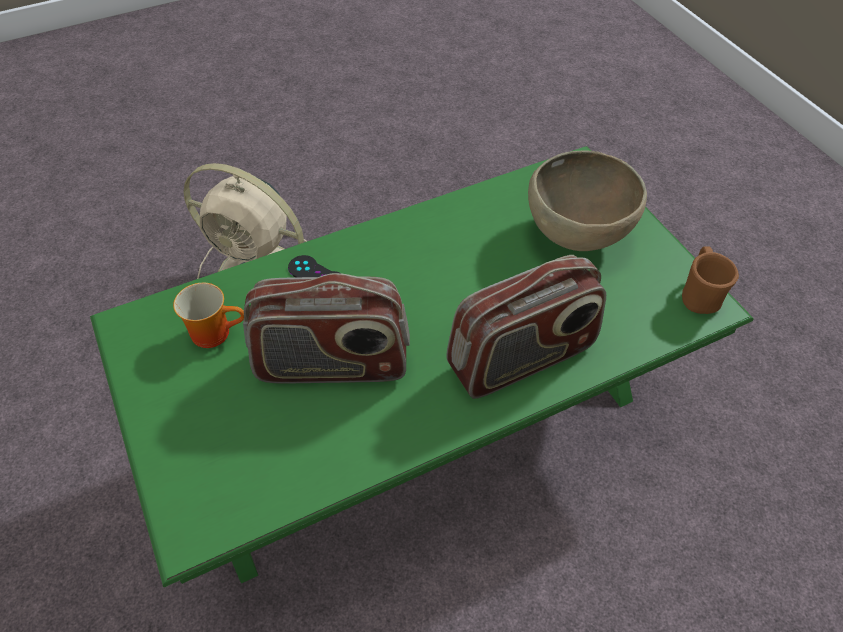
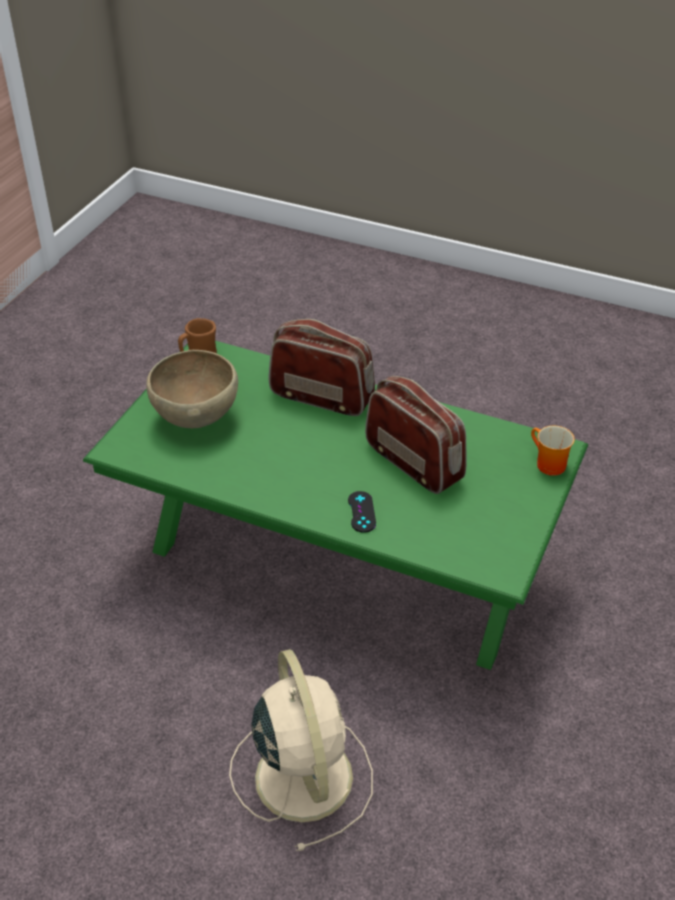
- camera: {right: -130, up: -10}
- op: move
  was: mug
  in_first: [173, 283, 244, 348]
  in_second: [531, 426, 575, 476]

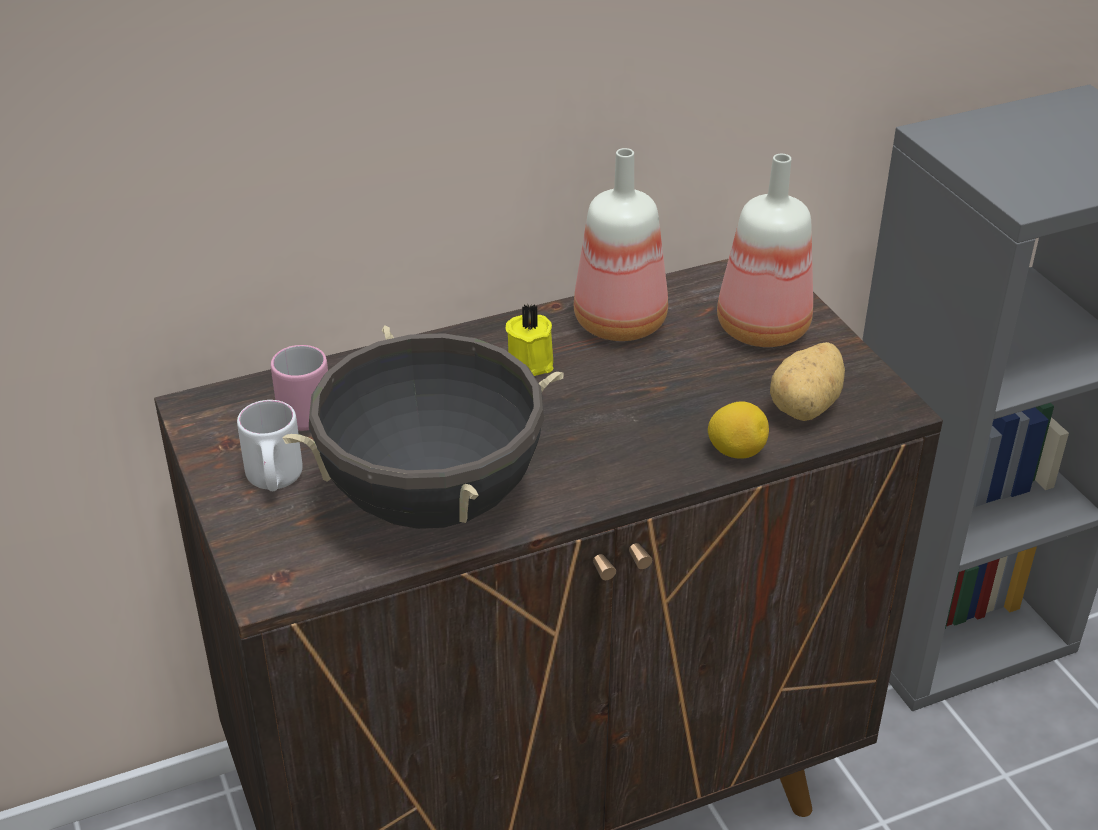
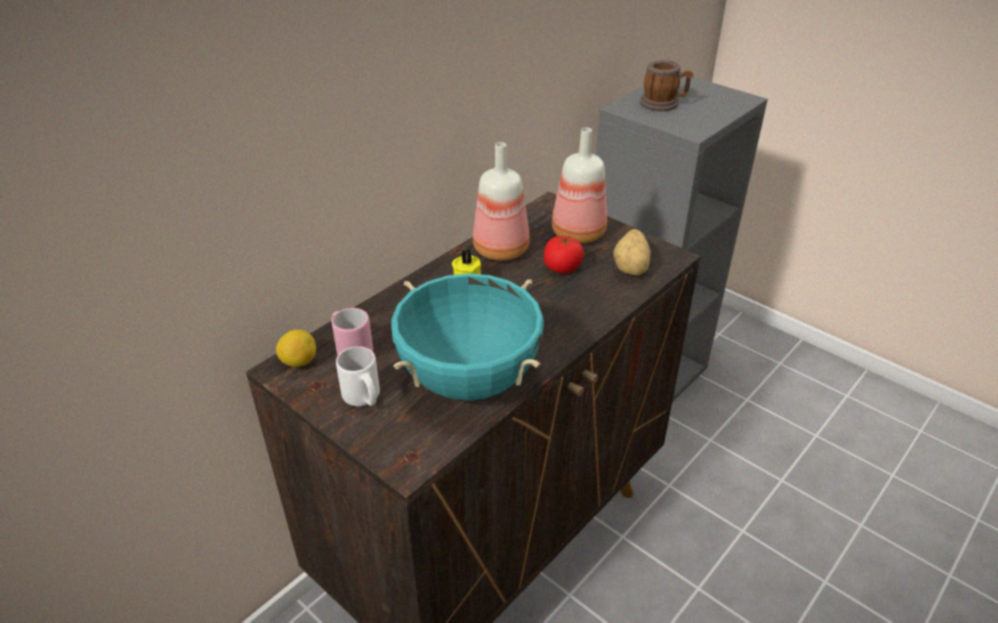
- camera: {right: -25, up: 0}
- op: recolor
  was: marmite [noir]
  now: marmite [turquoise]
  in_first: [283, 325, 563, 529]
  in_second: [391, 273, 544, 401]
- op: move
  was: citron
  in_first: [708, 402, 769, 458]
  in_second: [276, 329, 316, 367]
- op: insert
  now: tomate
  in_second: [544, 235, 584, 274]
- op: insert
  now: mug
  in_second: [640, 60, 693, 111]

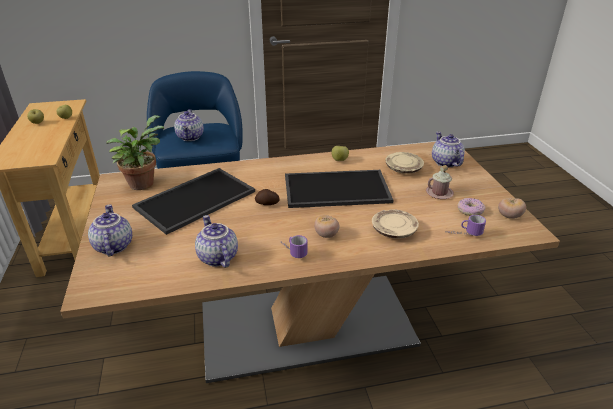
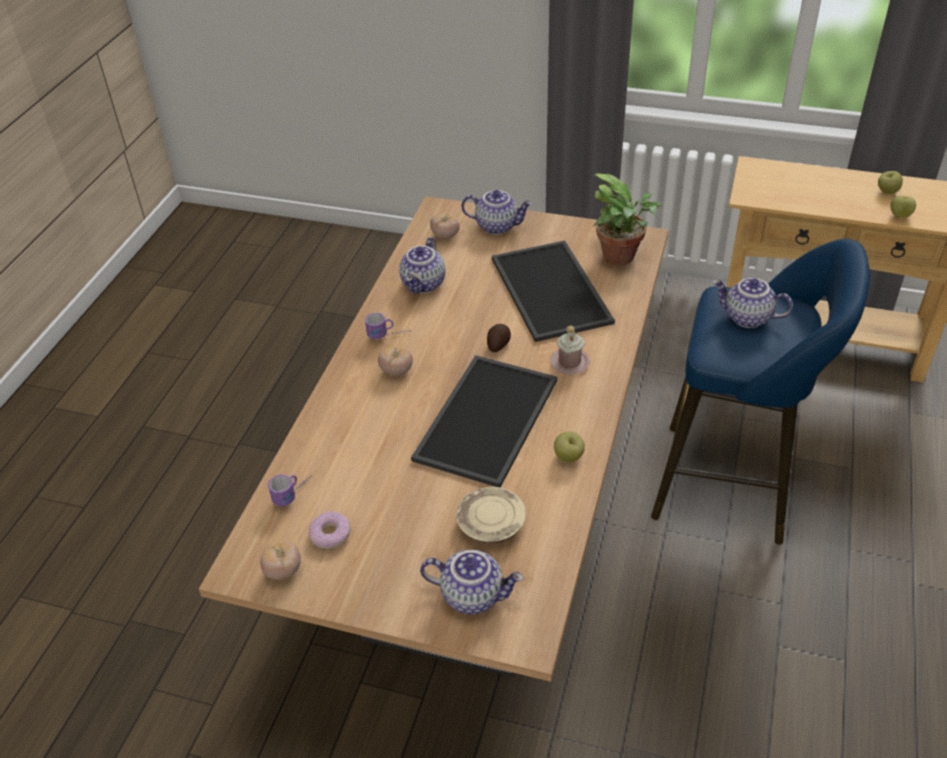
- camera: {right: 120, up: 10}
- op: rotate
  was: théière
  in_first: [195, 215, 238, 268]
  in_second: [399, 237, 445, 294]
  clockwise: 105
- op: delete
  was: assiette [beige]
  in_first: [372, 209, 419, 239]
- op: move
  was: mug [rose]
  in_first: [426, 165, 454, 199]
  in_second: [550, 326, 590, 374]
- op: insert
  now: tomate
  in_second: [430, 213, 460, 239]

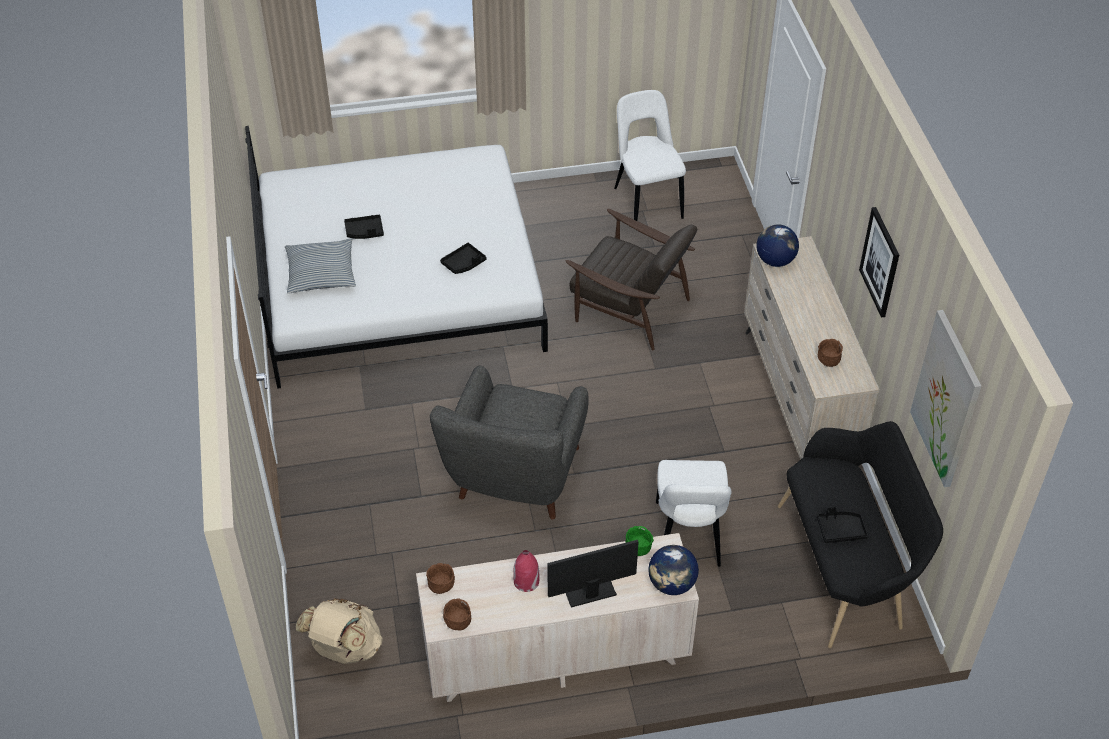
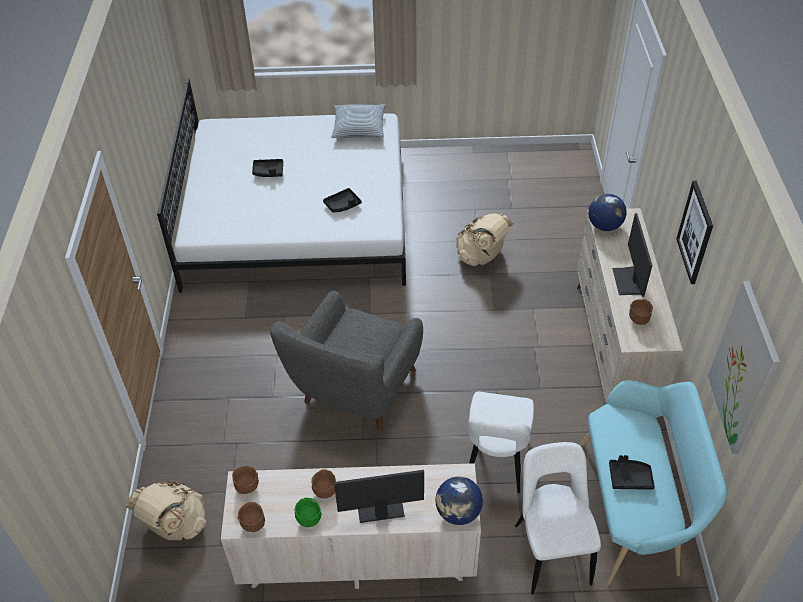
- camera: {right: 10, up: 0}
- op: move
  was: coussin
  in_first: [285, 238, 356, 294]
  in_second: [331, 104, 385, 138]
- op: replace
  was: vase [rouge]
  now: bol [marron]
  in_first: [513, 550, 539, 592]
  in_second: [311, 469, 336, 499]
- op: replace
  was: fauteuil [marron]
  now: sac à dos [beige]
  in_first: [566, 209, 697, 350]
  in_second: [456, 213, 514, 266]
- op: move
  was: chaise [blanc]
  in_first: [614, 90, 686, 221]
  in_second: [515, 442, 601, 595]
- op: move
  was: bol [vert]
  in_first: [625, 526, 654, 556]
  in_second: [295, 497, 322, 527]
- op: recolor
  was: banc [noir]
  now: banc [turquoise]
  in_first: [778, 421, 943, 649]
  in_second: [581, 380, 727, 586]
- op: insert
  now: écran d'ordinateur
  in_second: [612, 213, 652, 297]

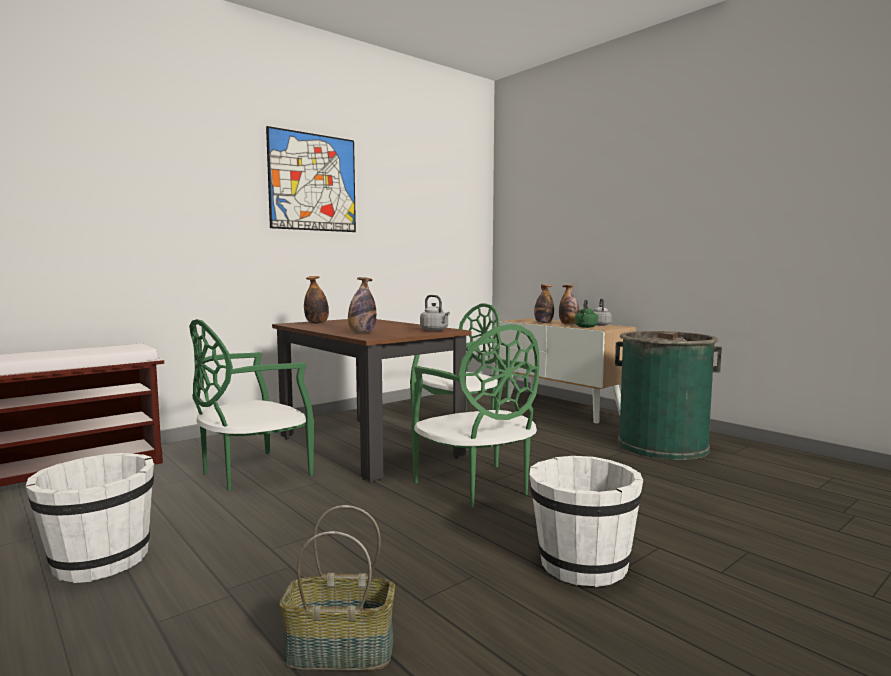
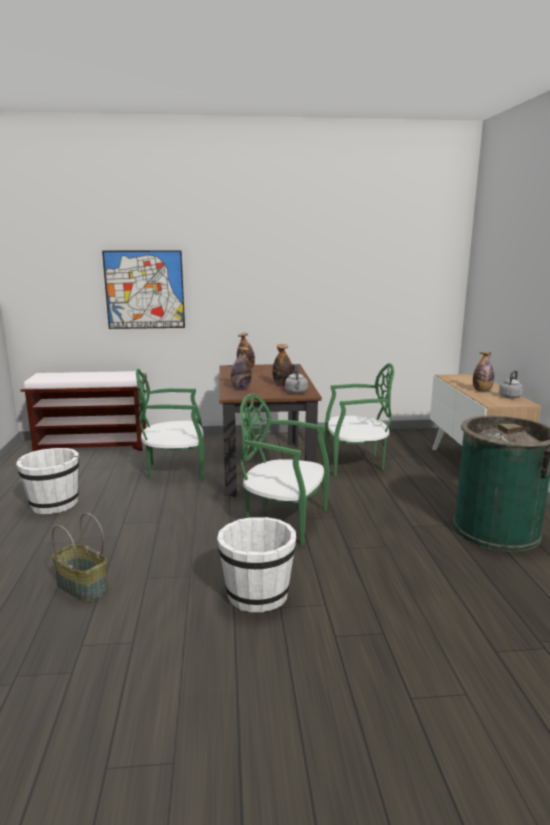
- camera: {right: 35, up: 10}
- op: move
  was: tableau
  in_first: [266, 126, 356, 232]
  in_second: [102, 250, 185, 329]
- op: rotate
  was: chaise [vert]
  in_first: [411, 324, 539, 508]
  in_second: [240, 393, 330, 546]
  clockwise: 105
- op: move
  was: bouteille
  in_first: [534, 284, 554, 323]
  in_second: [272, 344, 293, 385]
- op: delete
  was: bouilloire [vert]
  in_first: [575, 299, 598, 328]

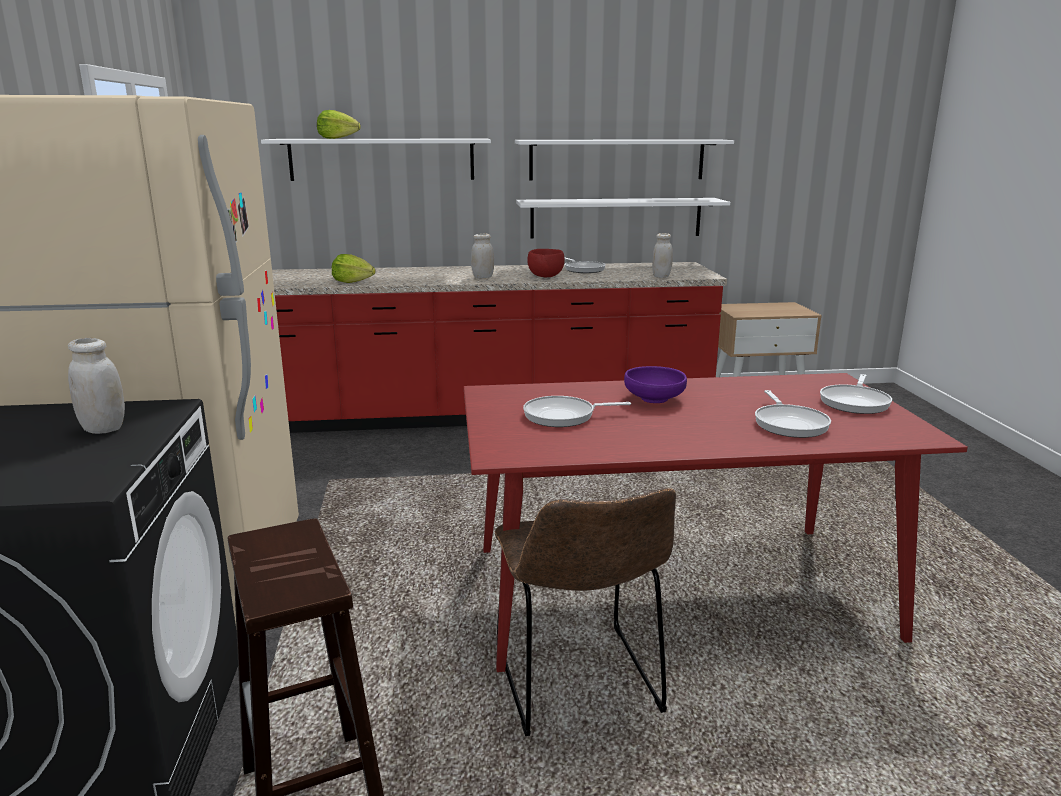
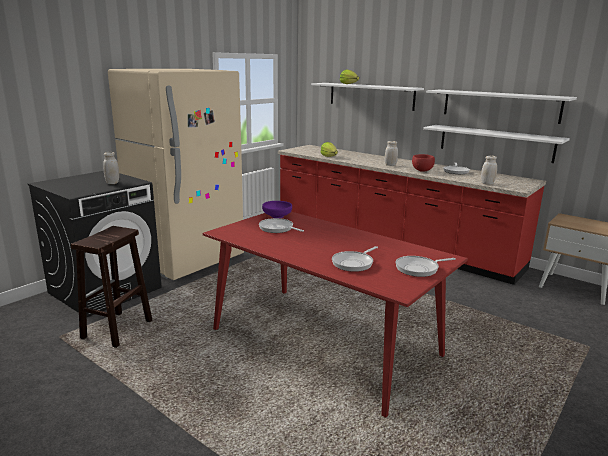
- camera: {right: 45, up: 0}
- op: delete
  was: chaise [marron]
  in_first: [495, 488, 676, 736]
- op: move
  was: bol [violet]
  in_first: [624, 366, 687, 403]
  in_second: [262, 201, 292, 218]

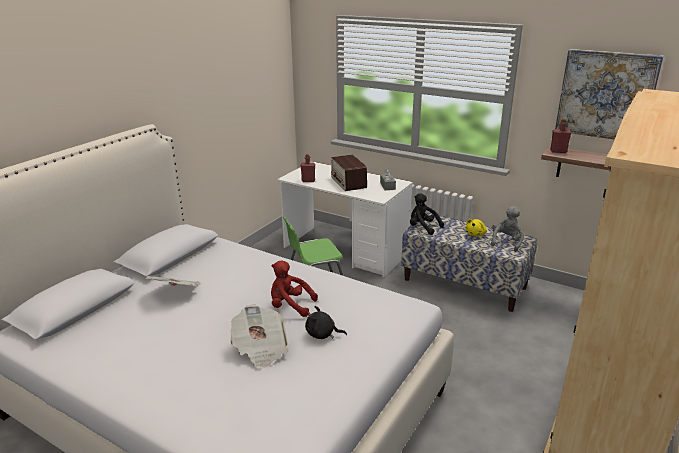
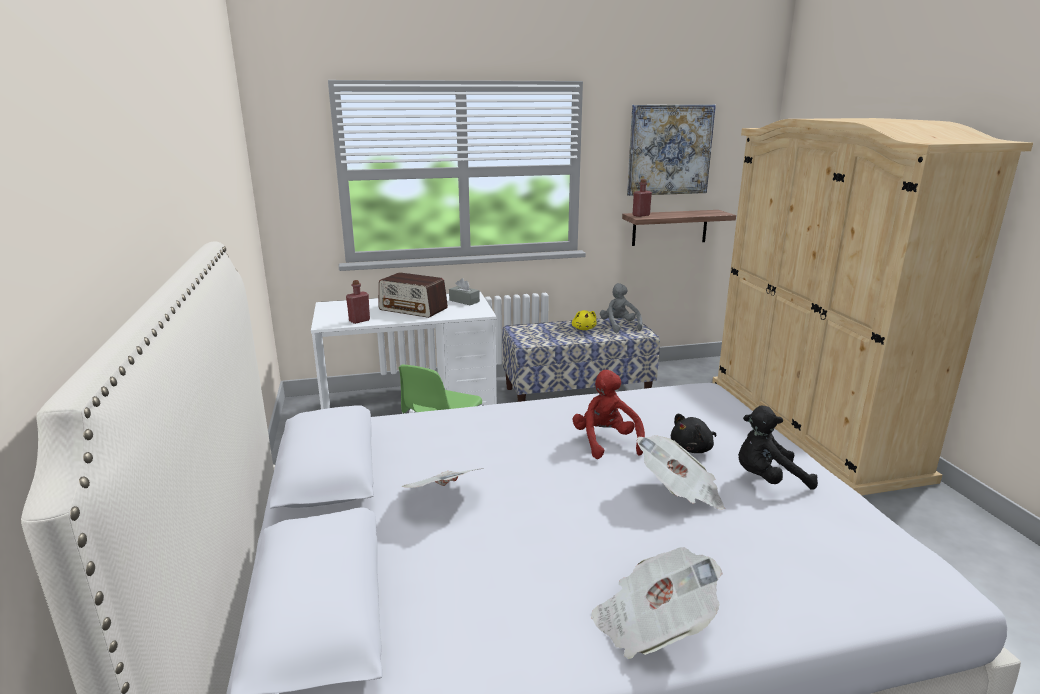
- camera: {right: -45, up: -5}
- op: rotate
  was: peluche [rouge]
  in_first: [271, 260, 318, 317]
  in_second: [572, 370, 645, 459]
  clockwise: 105
- op: move
  was: peluche [noir]
  in_first: [410, 193, 444, 235]
  in_second: [738, 406, 818, 490]
- op: insert
  now: journal
  in_second: [591, 547, 723, 659]

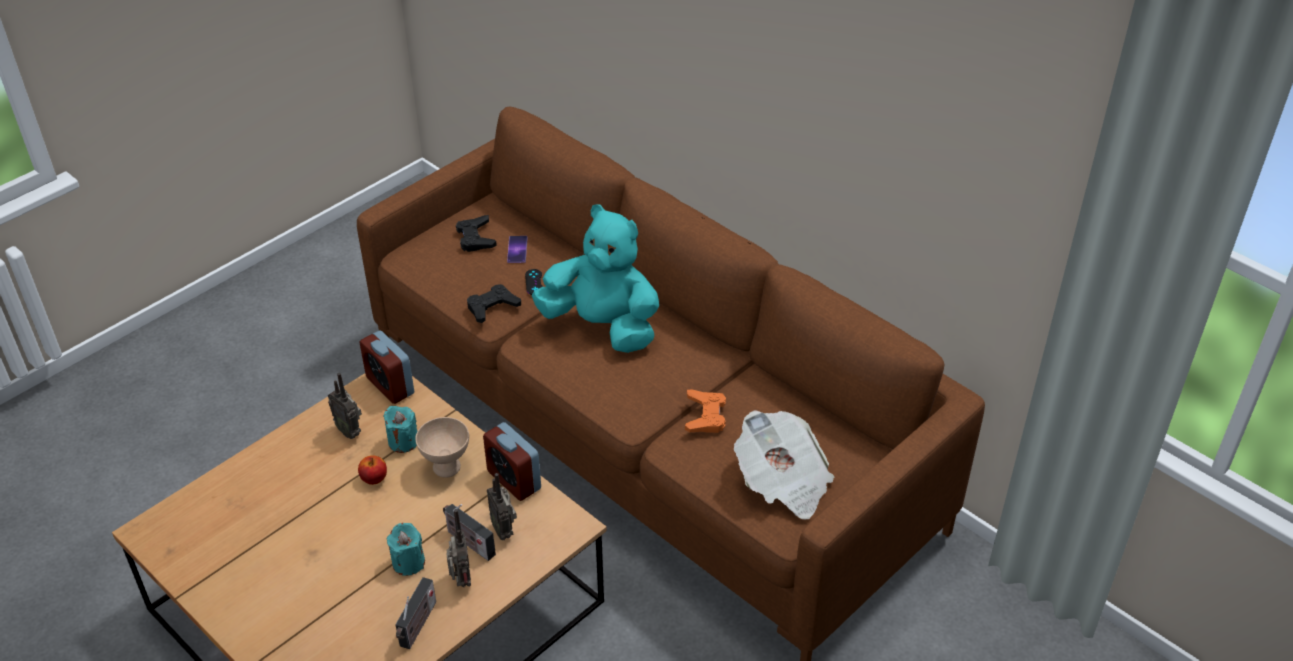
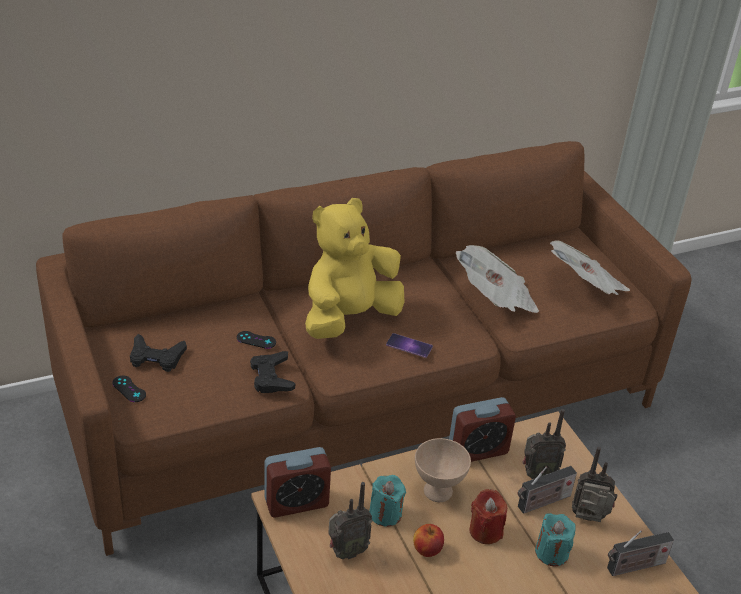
- camera: {right: -70, up: -5}
- op: rotate
  was: radio
  in_first: [395, 577, 436, 649]
  in_second: [607, 530, 674, 576]
  clockwise: 120
- op: move
  was: téléphone
  in_first: [507, 236, 528, 263]
  in_second: [386, 333, 433, 358]
- op: recolor
  was: peluche [turquoise]
  now: peluche [jaune]
  in_first: [532, 204, 659, 353]
  in_second: [305, 198, 404, 339]
- op: replace
  was: manette [orange]
  now: journal
  in_first: [685, 389, 726, 433]
  in_second: [456, 245, 539, 313]
- op: insert
  now: manette [noir]
  in_second: [113, 375, 146, 402]
- op: insert
  now: bougie [rouge]
  in_second: [469, 489, 507, 544]

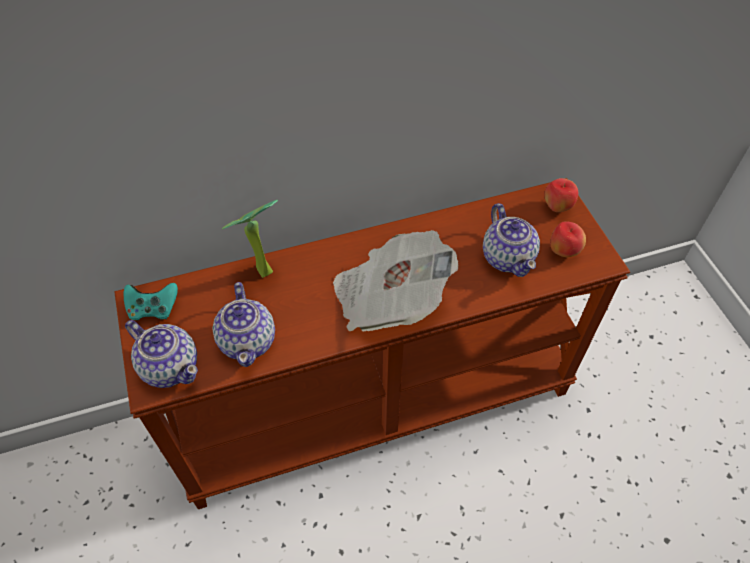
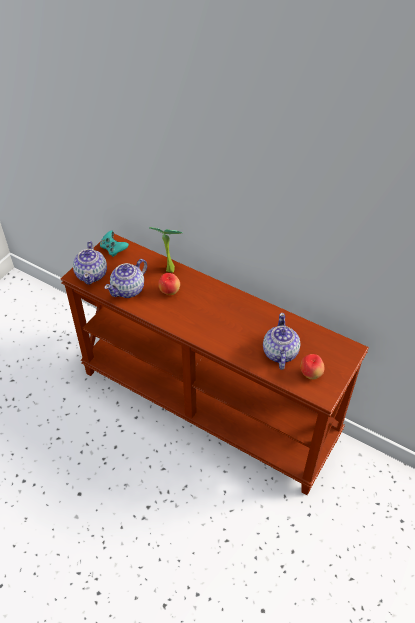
- camera: {right: 50, up: -5}
- op: delete
  was: journal
  in_first: [333, 230, 458, 331]
- op: rotate
  was: théière
  in_first: [483, 203, 540, 277]
  in_second: [263, 313, 301, 370]
  clockwise: 150
- op: move
  was: pomme
  in_first: [544, 178, 578, 212]
  in_second: [158, 273, 180, 295]

